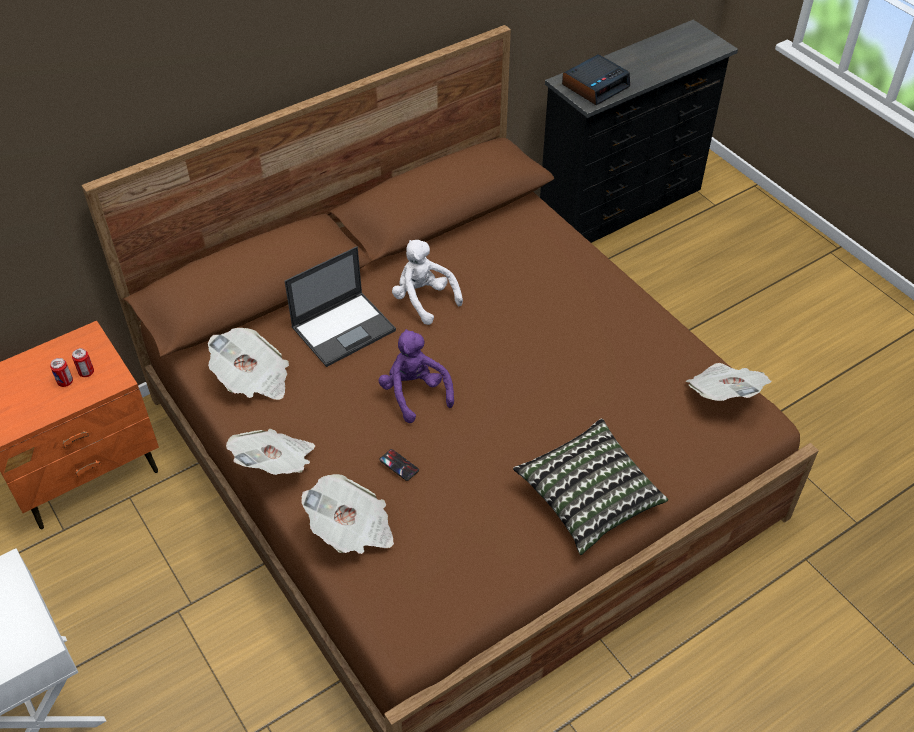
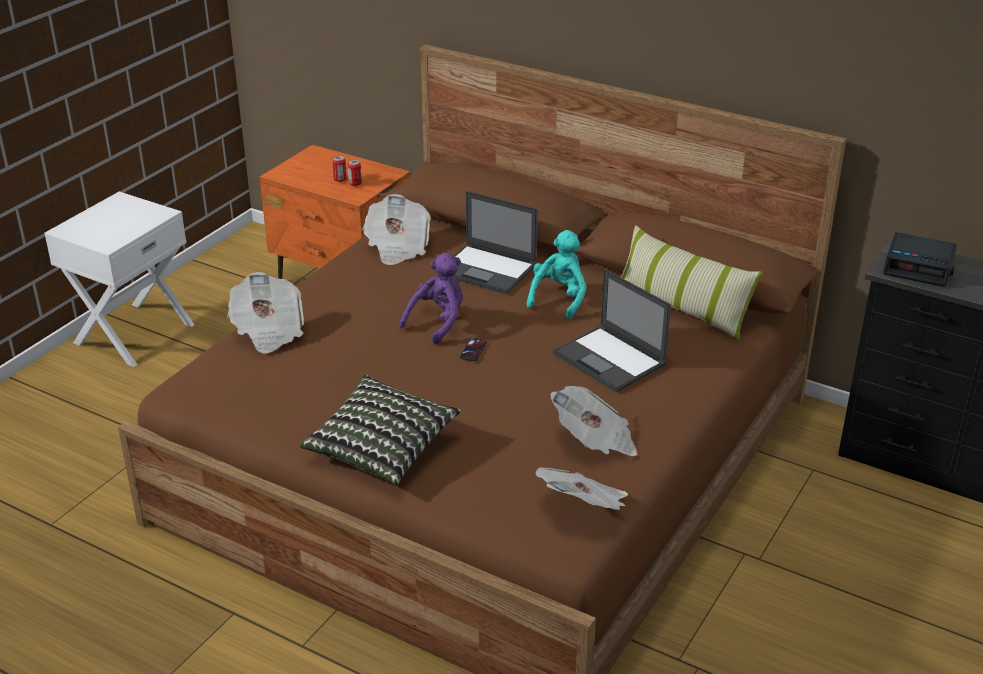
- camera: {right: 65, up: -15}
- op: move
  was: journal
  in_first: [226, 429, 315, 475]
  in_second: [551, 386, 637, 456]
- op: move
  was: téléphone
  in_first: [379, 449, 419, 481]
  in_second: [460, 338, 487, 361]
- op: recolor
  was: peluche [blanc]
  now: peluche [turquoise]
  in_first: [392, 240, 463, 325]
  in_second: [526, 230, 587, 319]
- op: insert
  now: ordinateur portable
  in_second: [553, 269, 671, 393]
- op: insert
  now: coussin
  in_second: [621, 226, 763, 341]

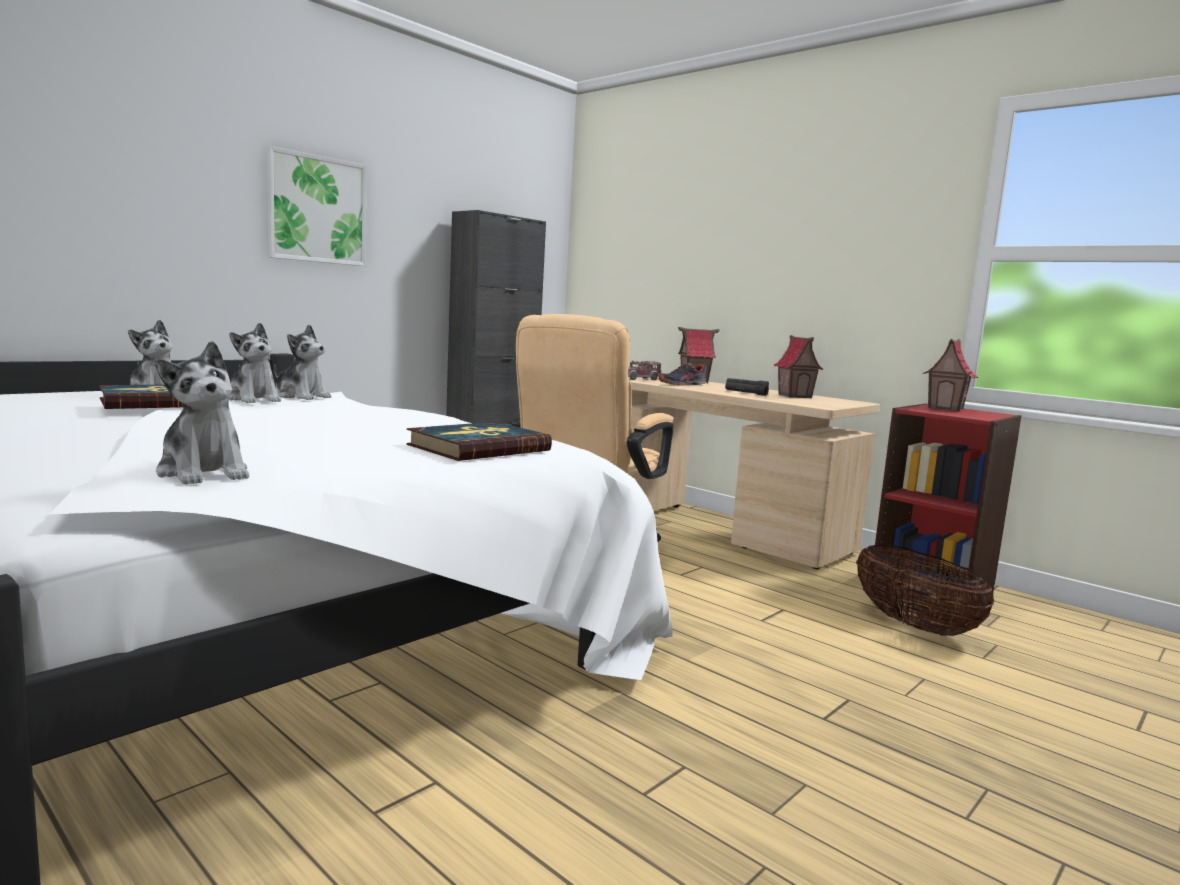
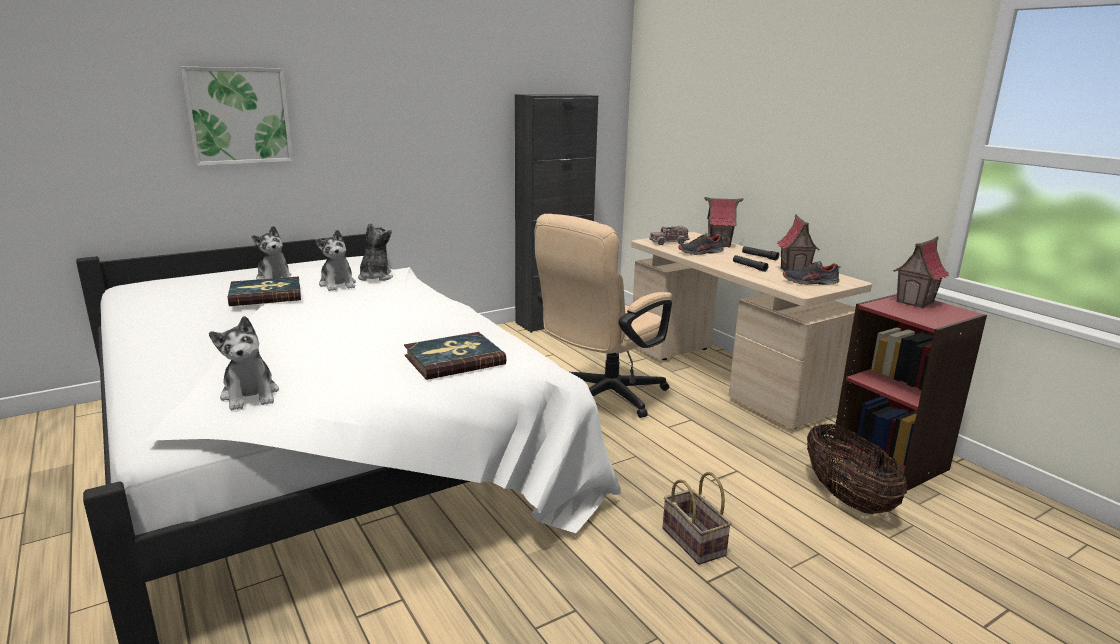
- camera: {right: 15, up: 10}
- op: move
  was: tableau
  in_first: [266, 146, 367, 266]
  in_second: [180, 67, 293, 166]
- op: rotate
  was: peluche
  in_first: [274, 324, 331, 400]
  in_second: [358, 222, 393, 281]
  clockwise: -135
- op: insert
  now: panier
  in_second: [662, 472, 732, 565]
- op: insert
  now: chaussure
  in_second: [783, 261, 841, 285]

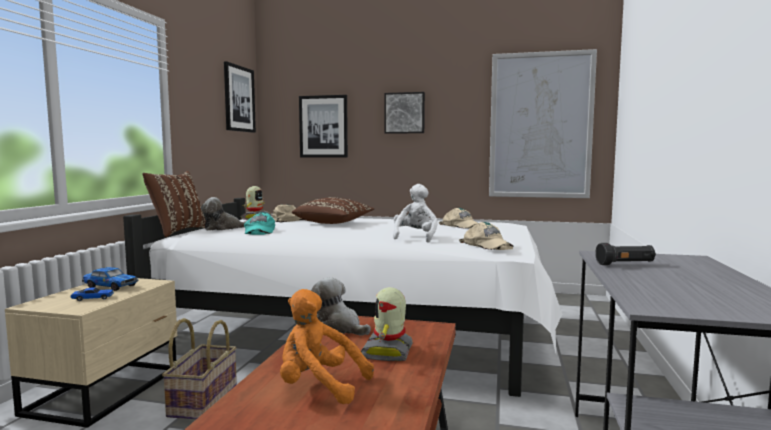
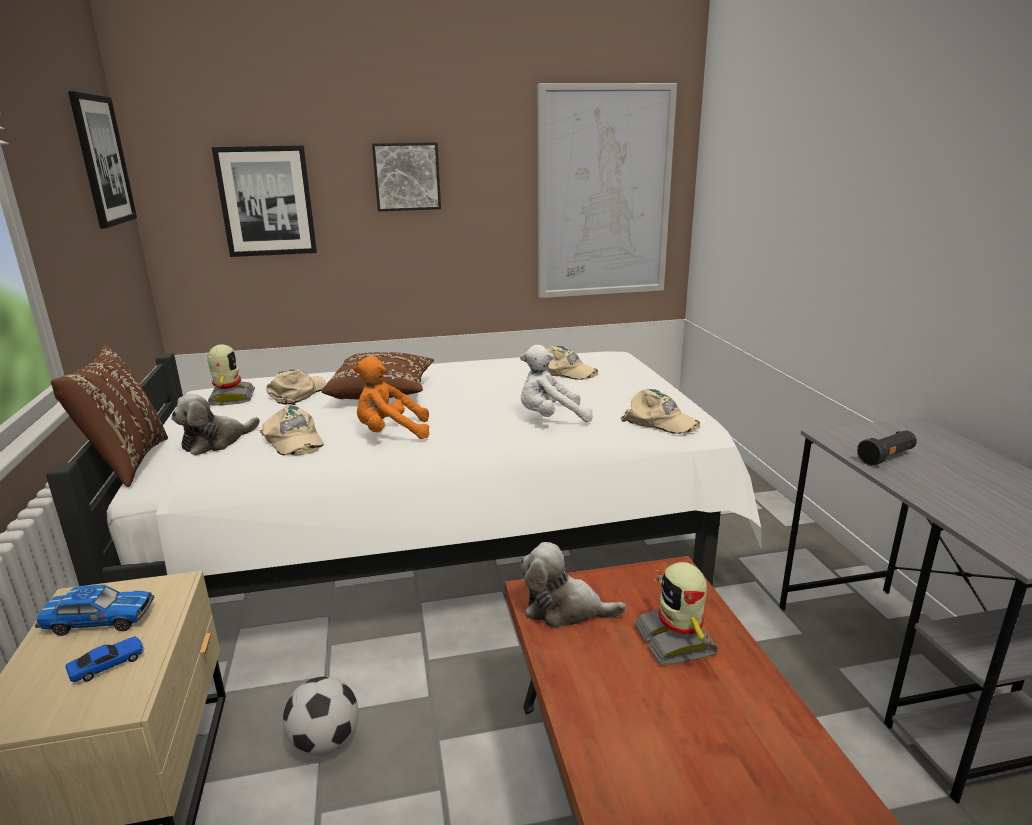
- camera: {right: -25, up: 15}
- op: replace
  was: panier
  now: ballon de foot
  in_first: [162, 318, 237, 419]
  in_second: [283, 677, 359, 756]
- op: recolor
  was: casquette [turquoise]
  now: casquette [beige]
  in_first: [244, 212, 275, 235]
  in_second: [260, 405, 323, 455]
- op: move
  was: peluche [orange]
  in_first: [280, 289, 374, 404]
  in_second: [353, 356, 429, 439]
- op: rotate
  was: peluche [blanc]
  in_first: [393, 184, 438, 243]
  in_second: [520, 345, 593, 423]
  clockwise: -90

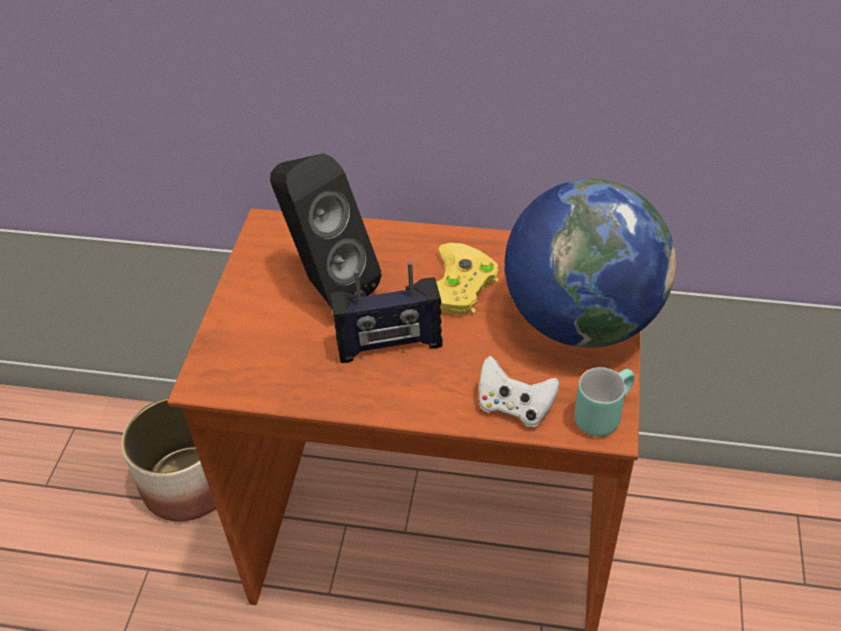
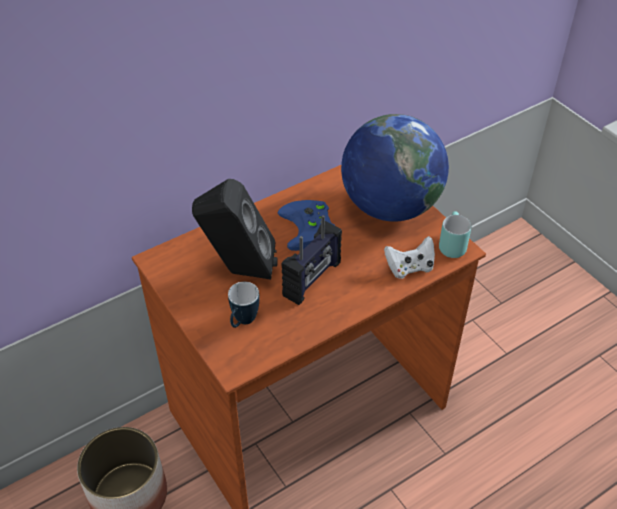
- camera: {right: -45, up: 0}
- op: recolor
  was: manette [jaune]
  now: manette [bleu]
  in_first: [404, 243, 499, 315]
  in_second: [278, 200, 335, 251]
- op: insert
  now: mug
  in_second: [228, 282, 260, 328]

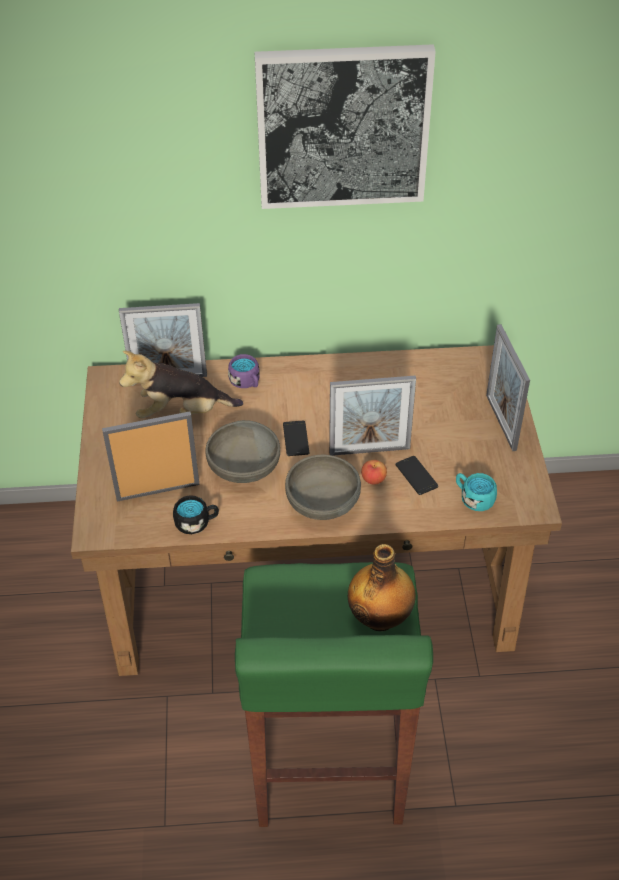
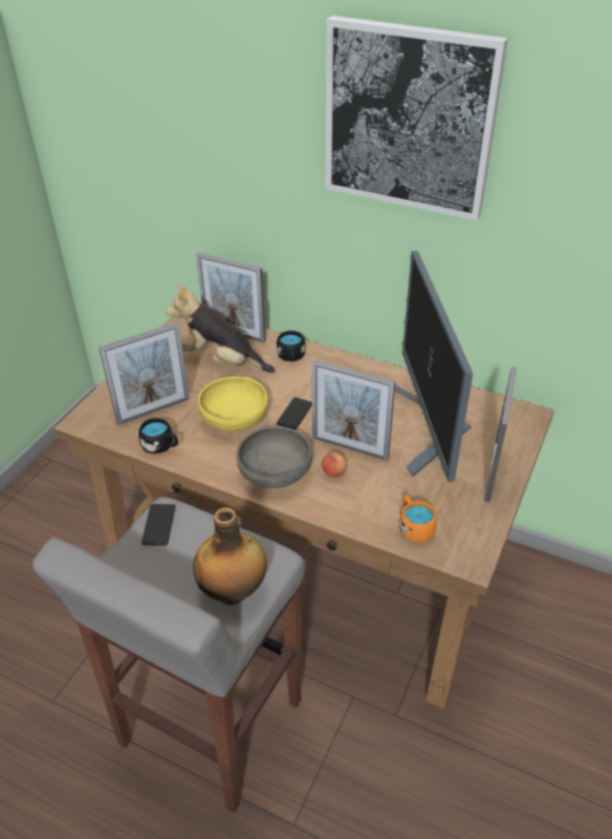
- camera: {right: 30, up: -5}
- op: rotate
  was: cadre photo
  in_first: [102, 412, 200, 502]
  in_second: [99, 322, 190, 425]
  clockwise: 135
- op: recolor
  was: bol [gris]
  now: bol [jaune]
  in_first: [205, 420, 280, 483]
  in_second: [198, 376, 268, 431]
- op: recolor
  was: mug [violet]
  now: mug [noir]
  in_first: [228, 354, 259, 388]
  in_second: [276, 331, 305, 362]
- op: recolor
  was: tabouret [vert]
  now: tabouret [gris]
  in_first: [235, 562, 433, 827]
  in_second: [33, 497, 305, 813]
- op: move
  was: téléphone
  in_first: [395, 456, 438, 495]
  in_second: [141, 504, 176, 546]
- op: recolor
  was: mug [turquoise]
  now: mug [orange]
  in_first: [456, 473, 497, 511]
  in_second: [399, 495, 437, 542]
- op: insert
  now: écran d'ordinateur
  in_second: [395, 251, 473, 482]

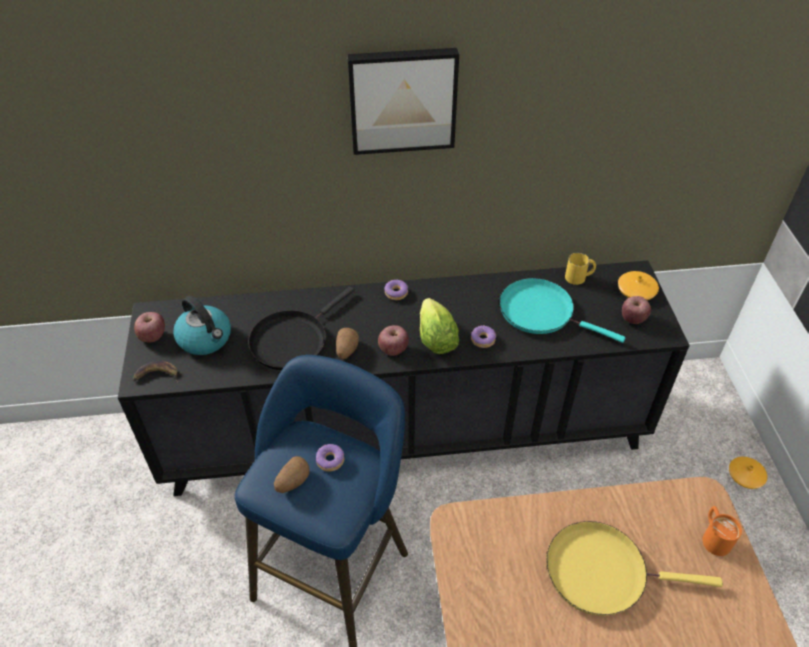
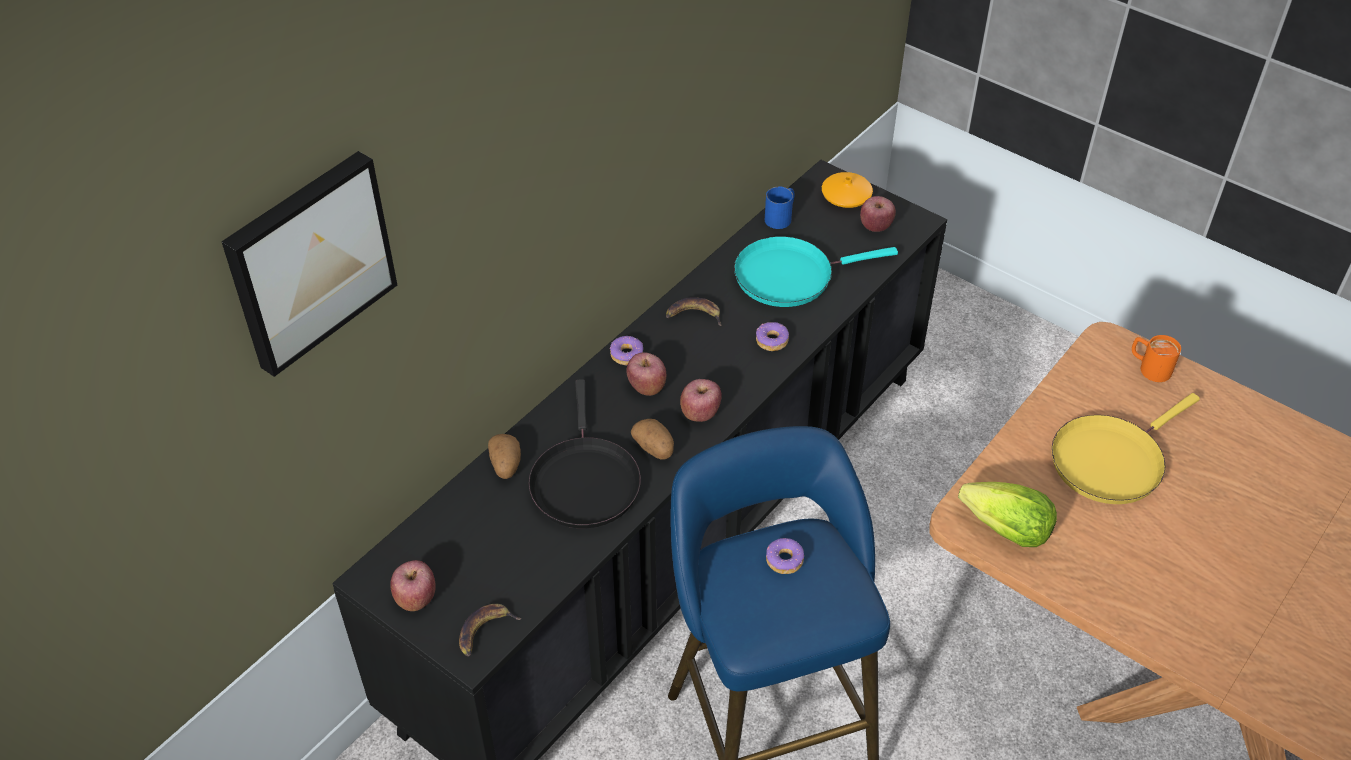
- camera: {right: -45, up: 0}
- op: delete
  was: bouilloire
  in_first: [173, 296, 231, 355]
- op: move
  was: pomme de terre
  in_first: [274, 456, 310, 493]
  in_second: [488, 434, 521, 479]
- op: move
  was: tableau
  in_first: [347, 48, 459, 155]
  in_second: [221, 151, 397, 377]
- op: move
  was: laitue
  in_first: [420, 298, 459, 354]
  in_second: [958, 482, 1057, 547]
- op: recolor
  was: mug [jaune]
  now: mug [bleu]
  in_first: [565, 253, 596, 285]
  in_second: [765, 186, 795, 229]
- op: delete
  was: vase [orange]
  in_first: [729, 457, 767, 489]
- op: insert
  now: pomme
  in_second: [626, 352, 666, 396]
- op: insert
  now: banane
  in_second: [666, 297, 721, 326]

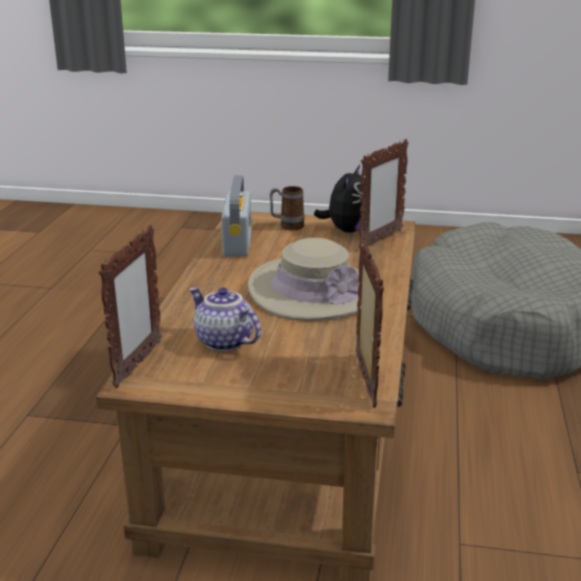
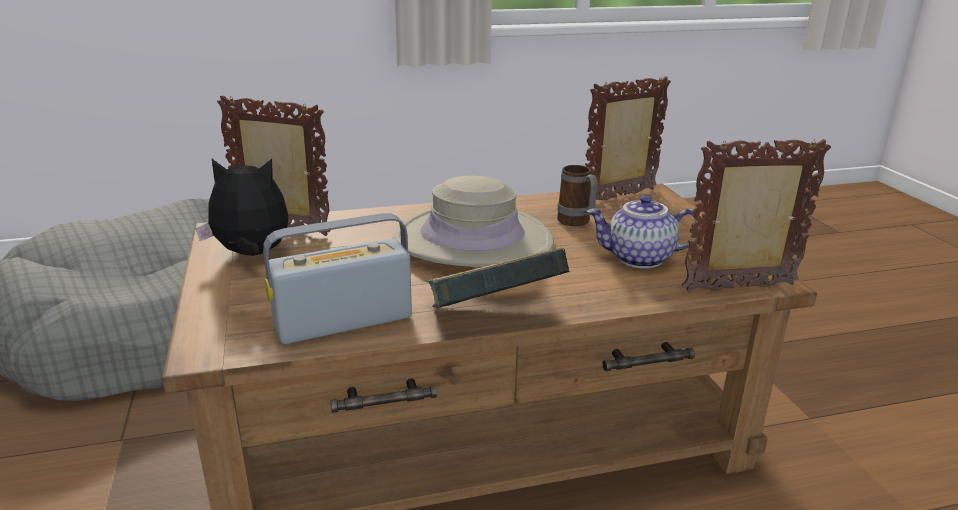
- camera: {right: -115, up: 0}
- op: rotate
  was: théière
  in_first: [189, 287, 261, 351]
  in_second: [586, 195, 701, 269]
  clockwise: 75
- op: move
  was: mug
  in_first: [270, 186, 305, 230]
  in_second: [557, 165, 598, 226]
- op: insert
  now: livre
  in_second: [426, 248, 570, 308]

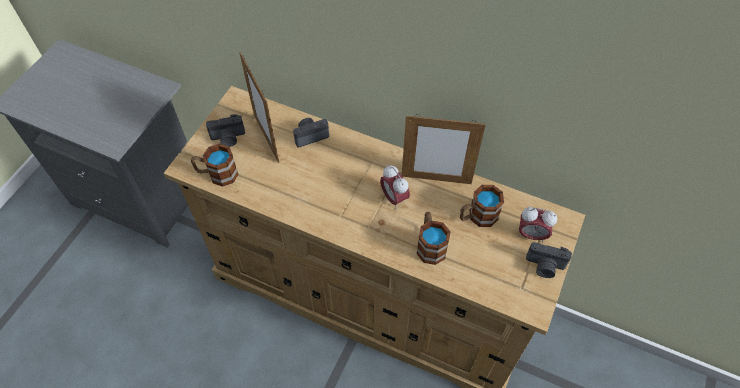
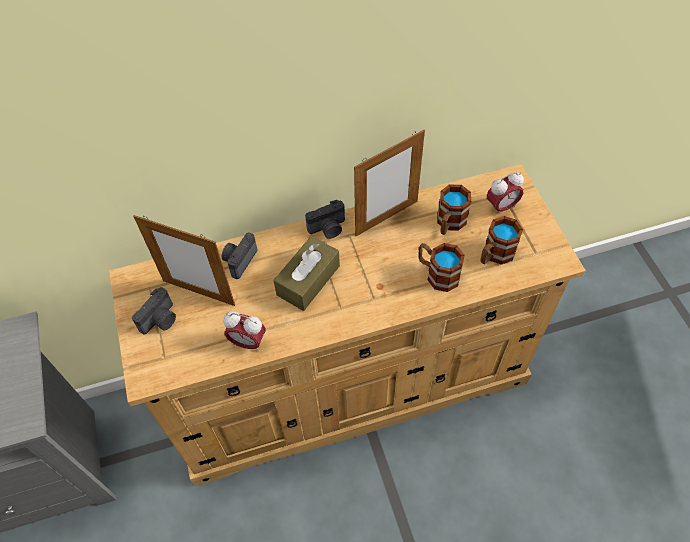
- camera: {right: -40, up: 0}
- op: move
  was: mug
  in_first: [191, 144, 239, 187]
  in_second: [480, 216, 523, 265]
- op: move
  was: réveil
  in_first: [380, 165, 410, 209]
  in_second: [223, 311, 266, 351]
- op: move
  was: appareil photo
  in_first: [526, 242, 572, 278]
  in_second: [305, 200, 345, 239]
- op: insert
  now: boîte à mouchoirs [marron]
  in_second: [273, 236, 340, 311]

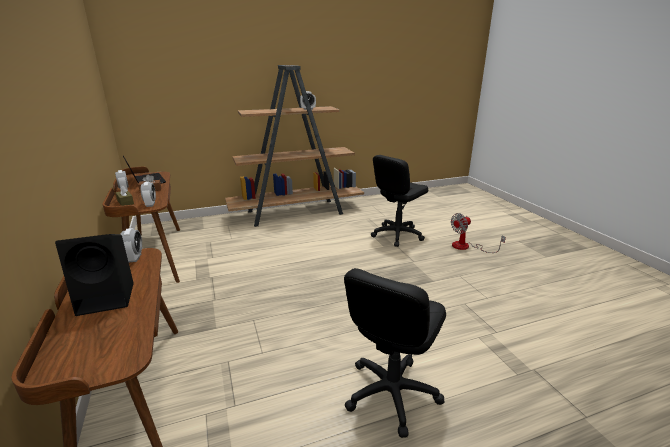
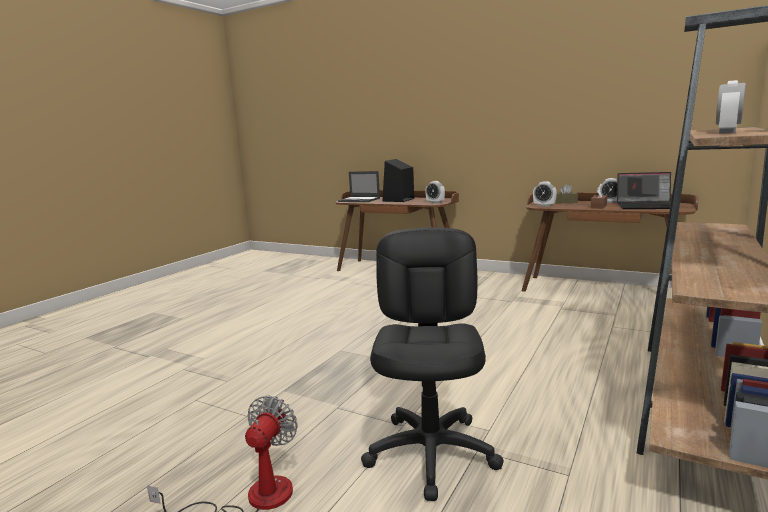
- camera: {right: 140, up: -10}
- op: delete
  was: chaise de bureau [noir]
  in_first: [344, 268, 446, 438]
- op: insert
  now: ordinateur portable
  in_second: [338, 171, 380, 202]

